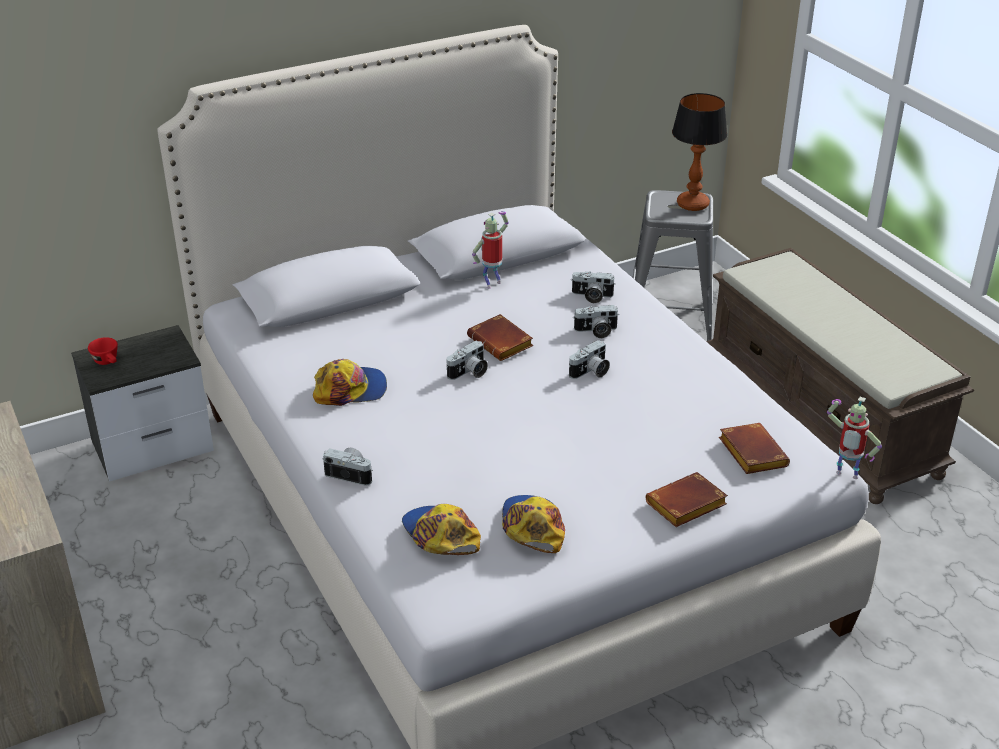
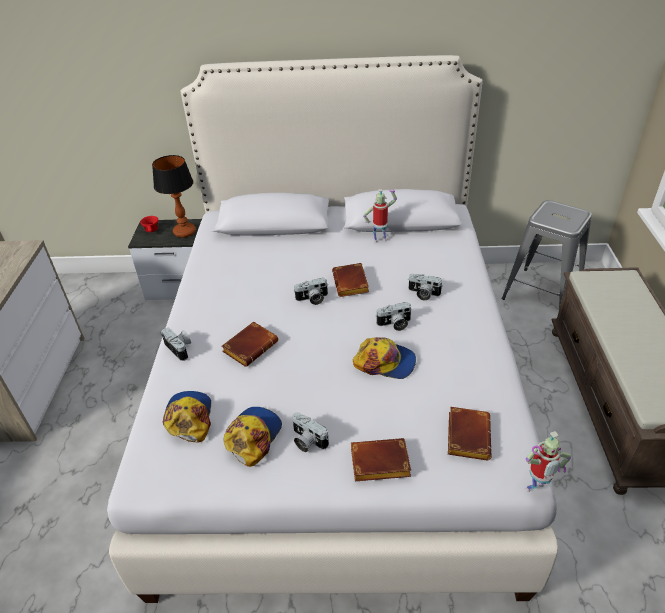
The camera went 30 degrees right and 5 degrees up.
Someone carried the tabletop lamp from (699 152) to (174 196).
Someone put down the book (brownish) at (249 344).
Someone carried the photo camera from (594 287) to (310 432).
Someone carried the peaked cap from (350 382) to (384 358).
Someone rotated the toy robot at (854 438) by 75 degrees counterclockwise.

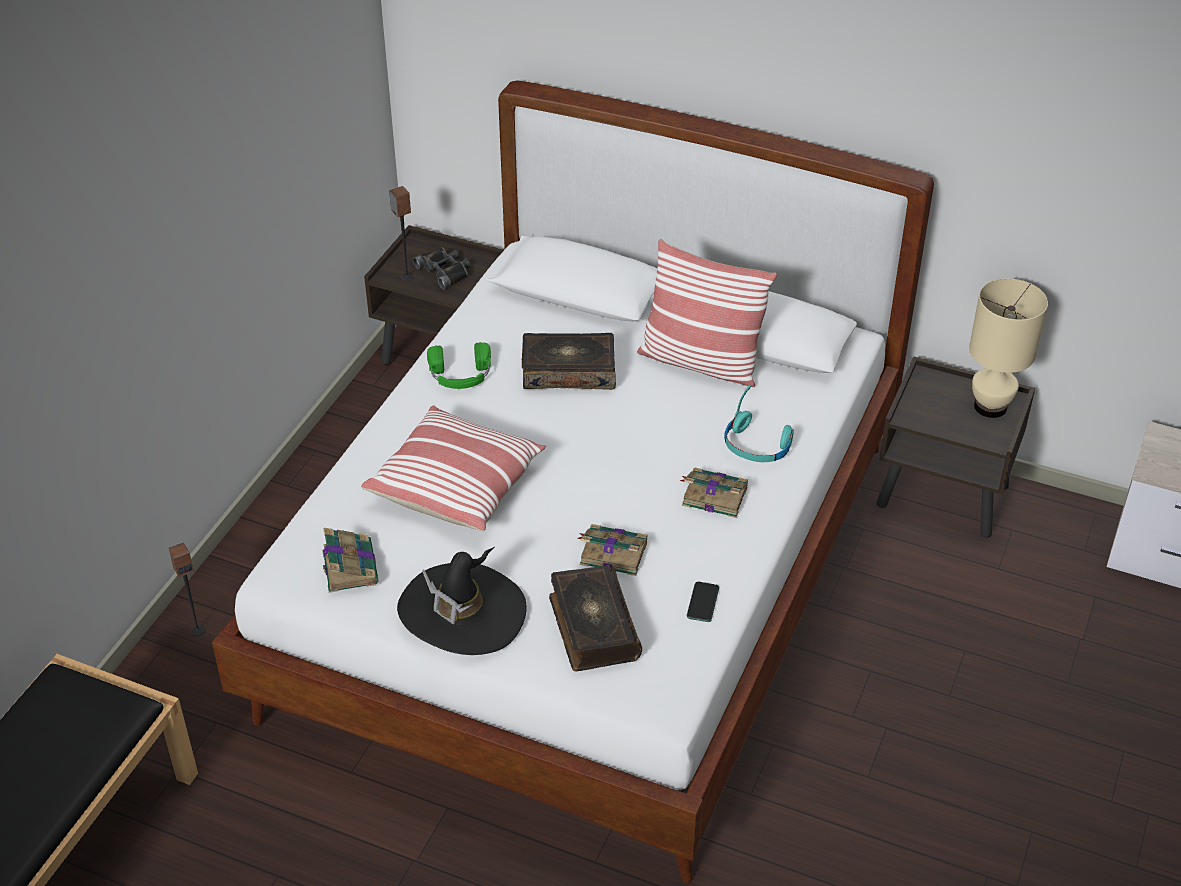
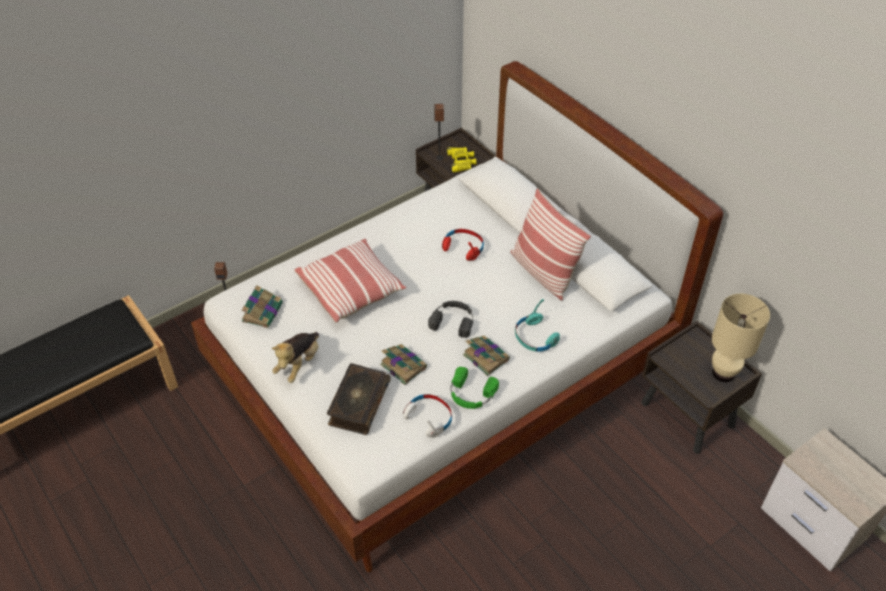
The camera went 30 degrees right and 5 degrees up.
Someone swapped the hat (blackish) at (462 601) for the soft toy at (295 357).
Someone swapped the handset at (703 602) for the headset (whitish) at (427 416).
Someone put down the headset (blackish) at (450 319).
Someone swapped the book at (569 361) for the headset (red-coloured) at (463 245).
Someone repainted the pair of binoculars (blackish) at (441 268), which became the pair of binoculars (yellow-coloured) at (462 160).
Someone carried the headset (green-coloured) from (459 365) to (475 388).

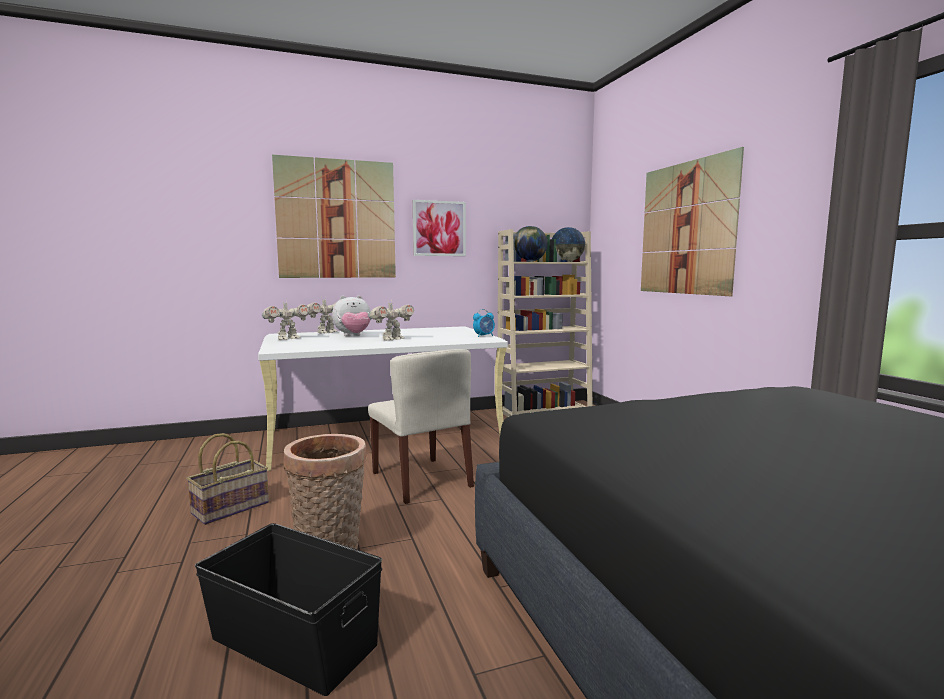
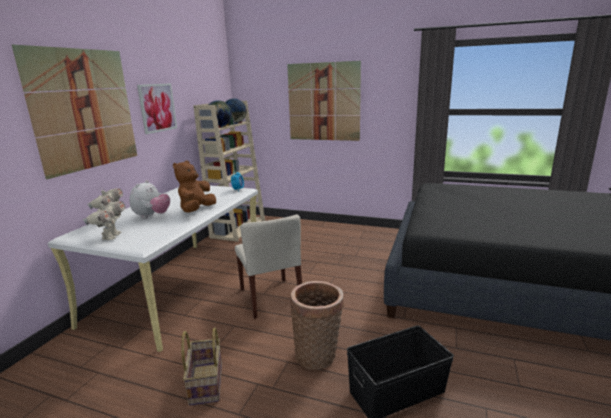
The camera went 50 degrees left and 10 degrees up.
Someone swapped the toy robot at (391 319) for the soft toy (brownish) at (194 187).
Someone rotated the chair (beige) at (421 426) by 60 degrees clockwise.

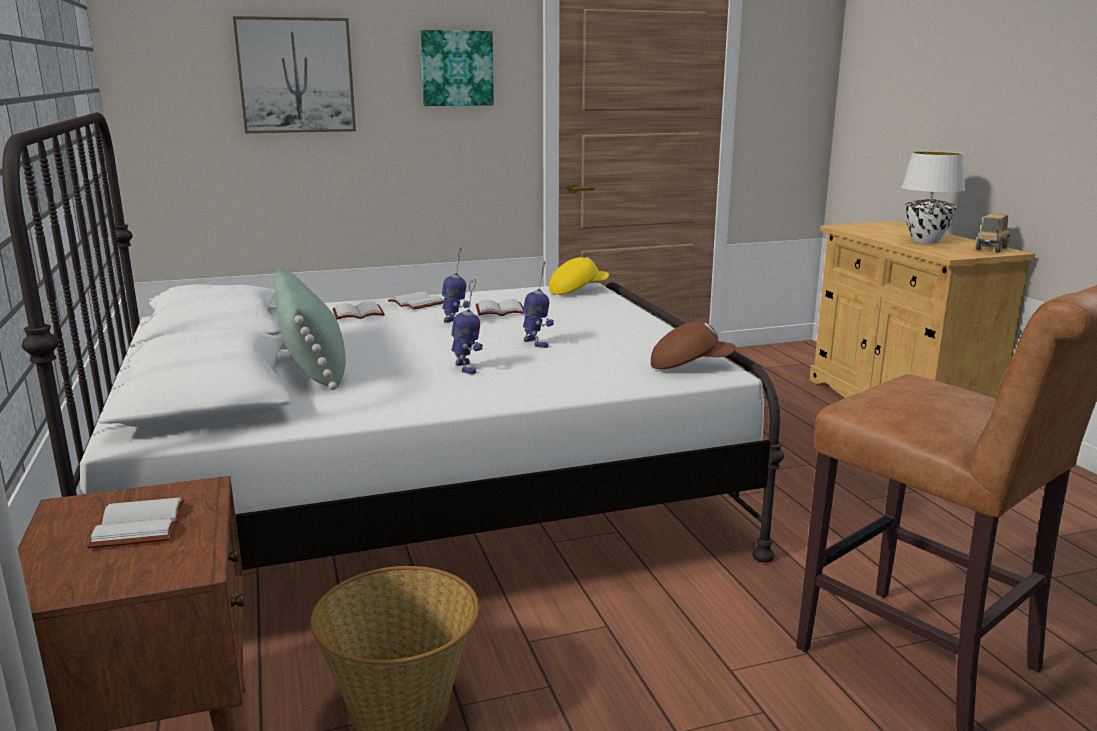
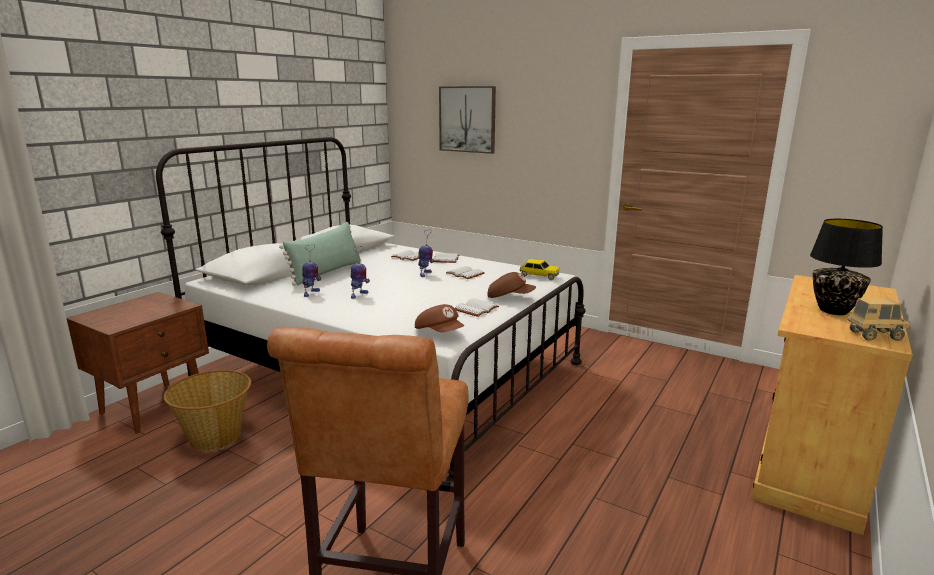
The camera went 50 degrees right and 0 degrees up.
Someone carried the toy robot from (538 304) to (311 270).
Someone carried the book (whitish) from (136 523) to (477 307).
Someone put down the peaked cap (brownish) at (511 285).
Someone swapped the peaked cap (yellow-coloured) at (579 276) for the miniature car at (539 269).
Someone repainted the tabletop lamp (whitish) at (933 197), which became the tabletop lamp (blackish) at (846 267).
Someone took away the picture at (457 68).

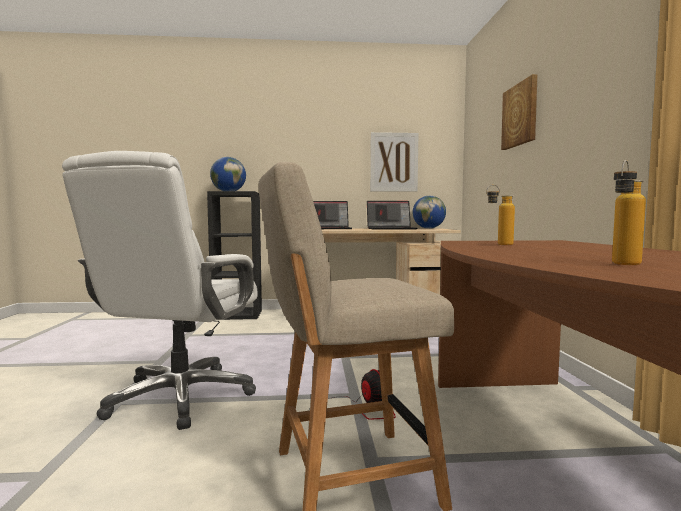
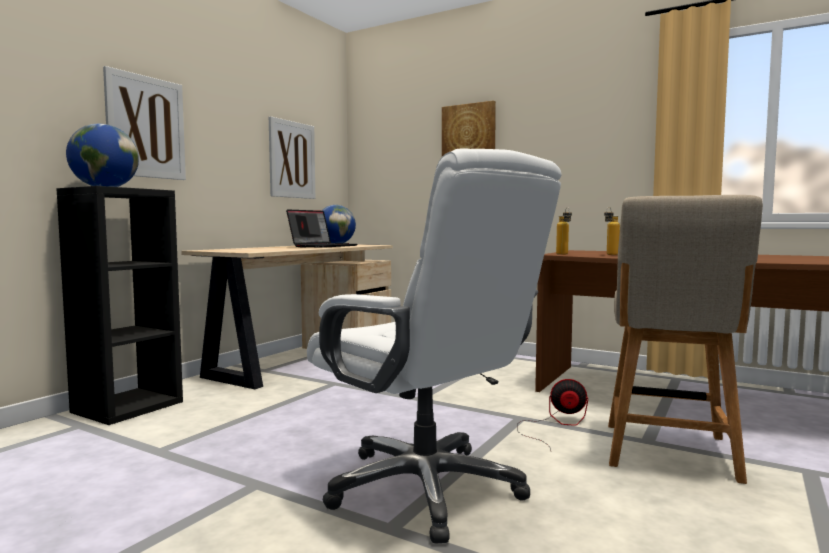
The camera went 55 degrees left and 0 degrees up.
Someone put up the picture at (144 123).
Someone carried the bottle from (629 212) to (564 231).
Someone took away the laptop at (332 215).

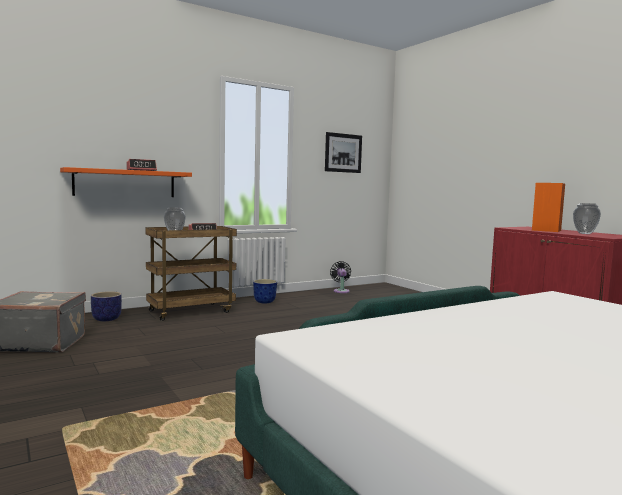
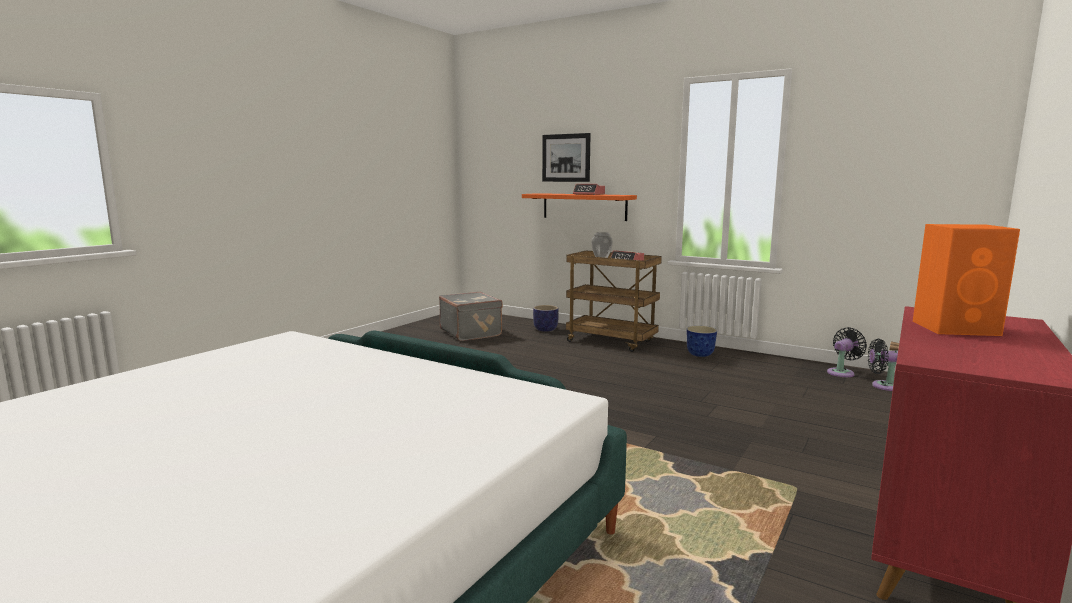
The camera went 65 degrees right and 5 degrees up.
Someone carried the picture from (343 152) to (566 157).
Someone put down the electric fan (blackish) at (883 365).
Someone took away the vase at (587 218).

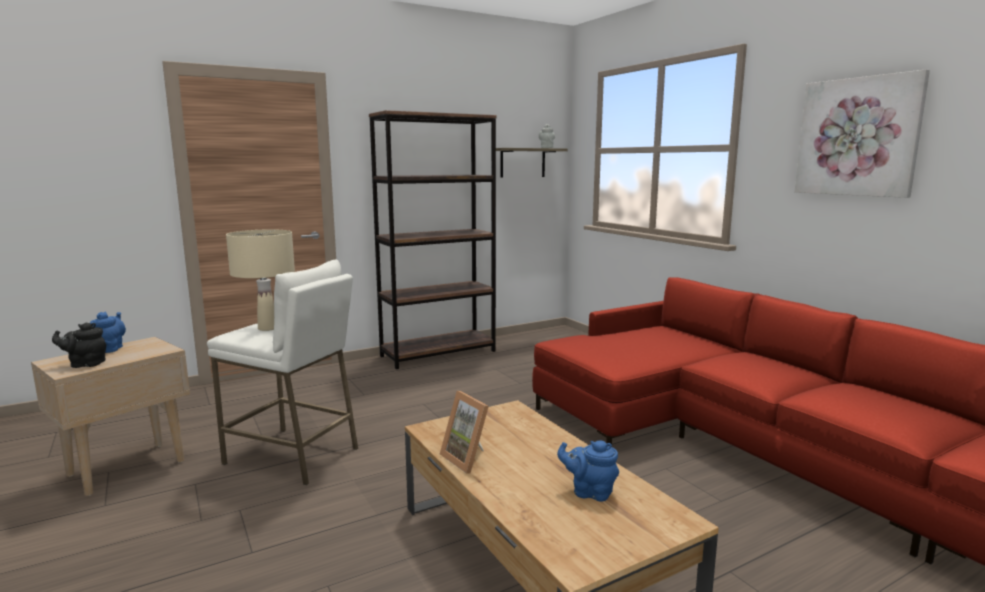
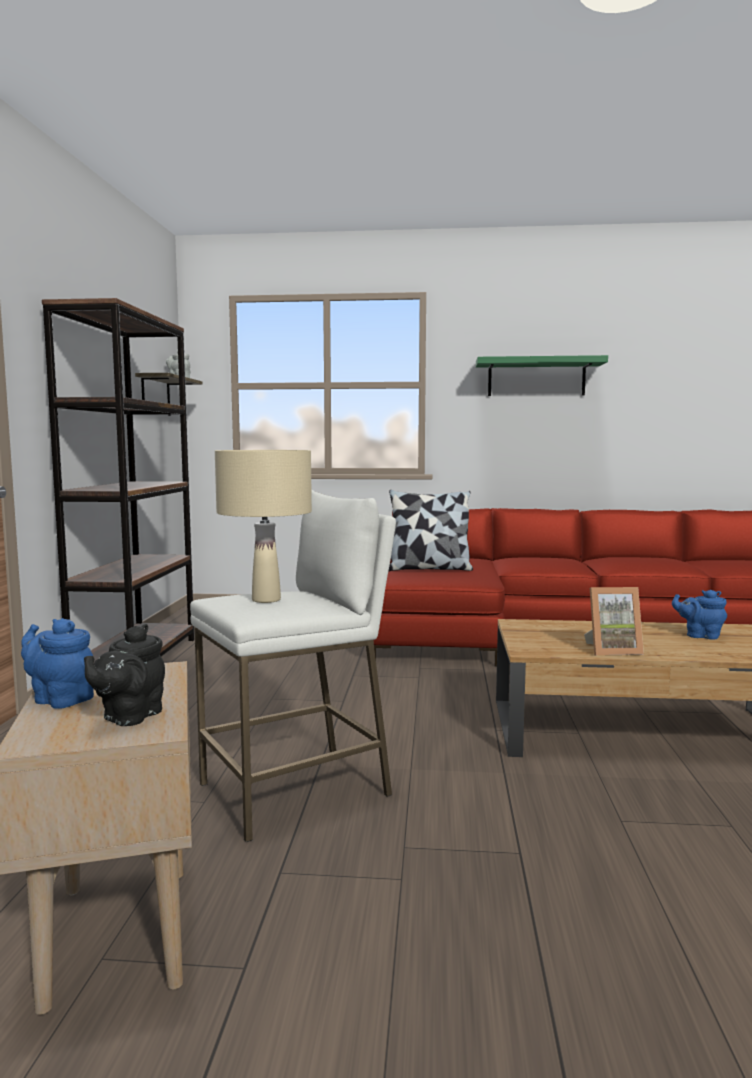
The camera went 55 degrees left and 5 degrees down.
Someone put down the cushion at (431 530).
Someone swapped the picture at (862 133) for the wall shelf (green-coloured) at (542 375).
Someone rotated the teapot (blue-coloured) at (588 471) by 60 degrees clockwise.

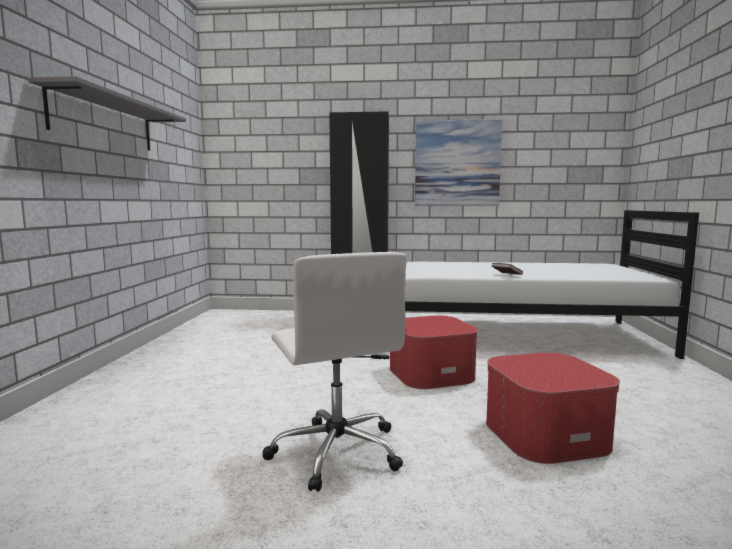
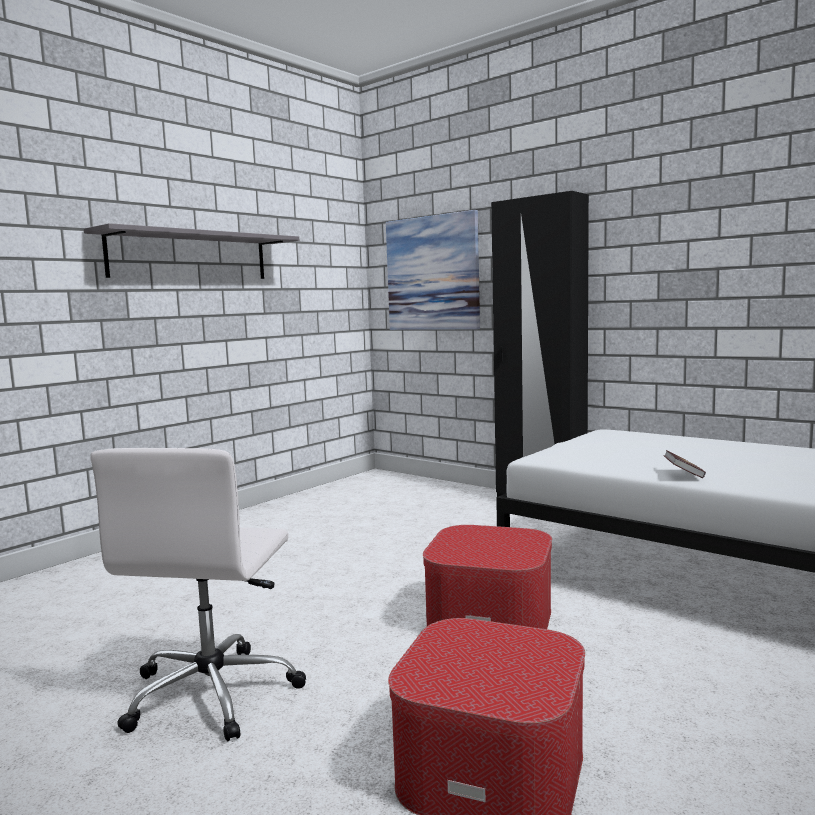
The camera went 35 degrees right and 0 degrees up.
Someone carried the picture from (458 162) to (433 270).

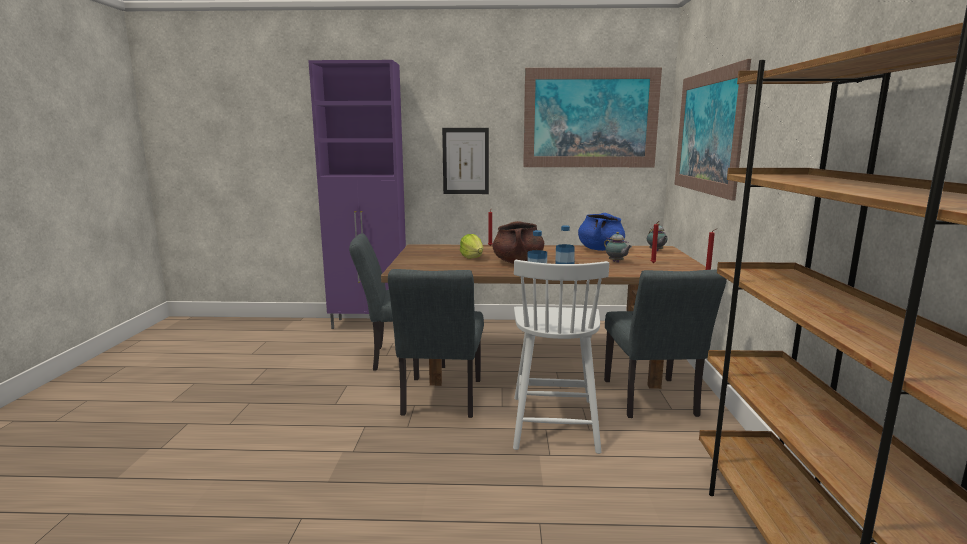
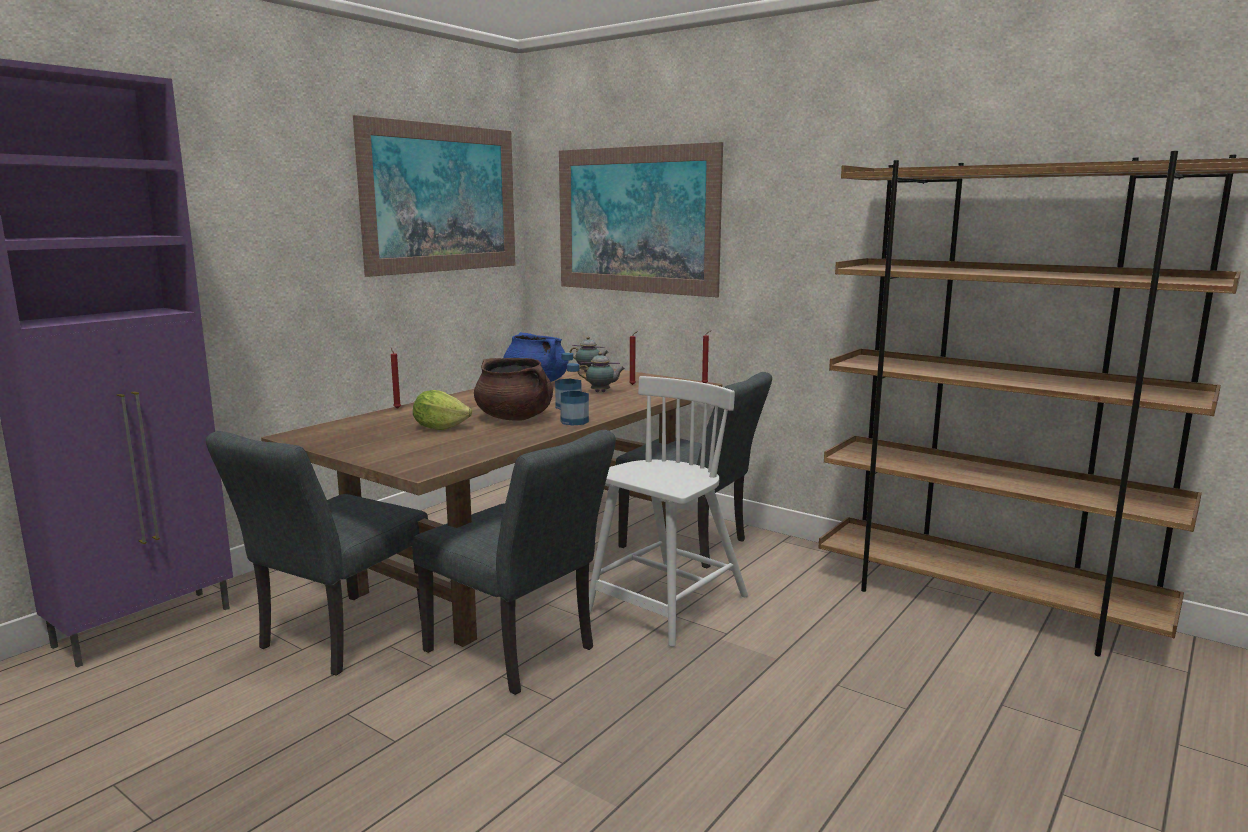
The camera went 55 degrees left and 0 degrees up.
Someone rotated the chair (whitish) at (561 357) by 90 degrees counterclockwise.
Someone took away the picture at (465 161).

